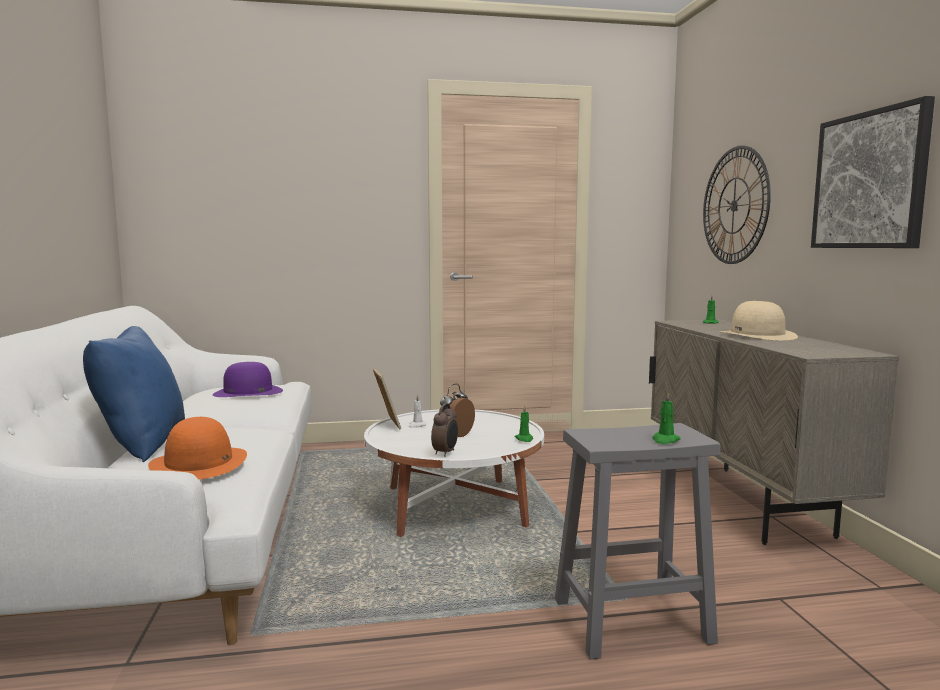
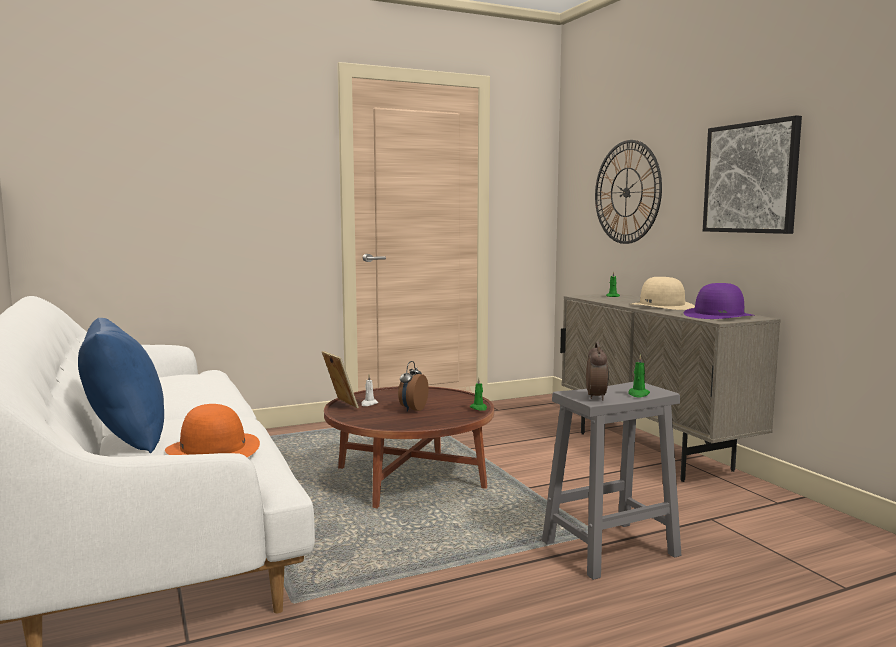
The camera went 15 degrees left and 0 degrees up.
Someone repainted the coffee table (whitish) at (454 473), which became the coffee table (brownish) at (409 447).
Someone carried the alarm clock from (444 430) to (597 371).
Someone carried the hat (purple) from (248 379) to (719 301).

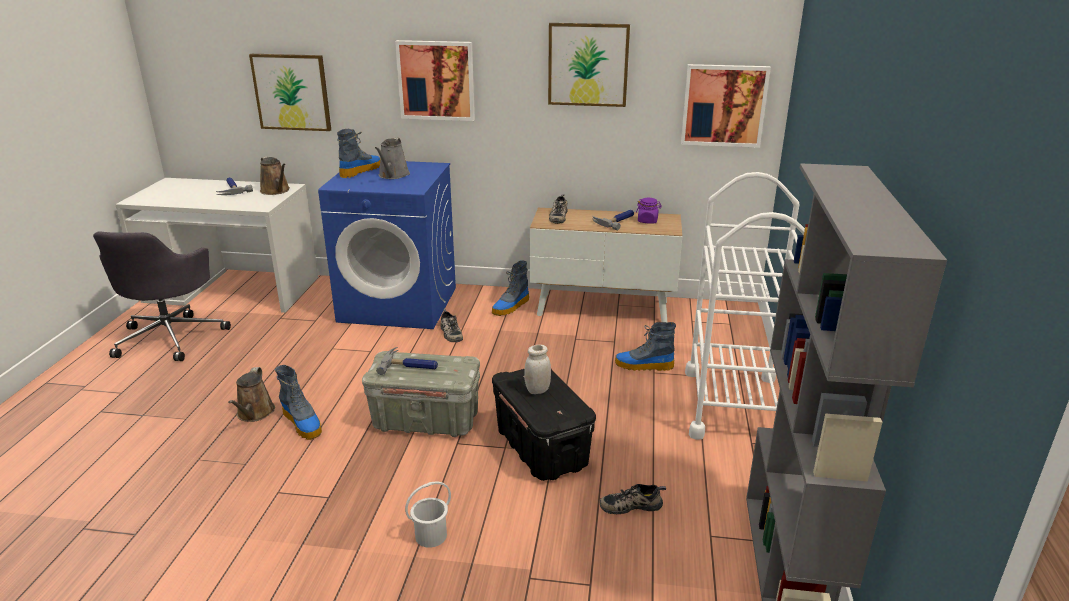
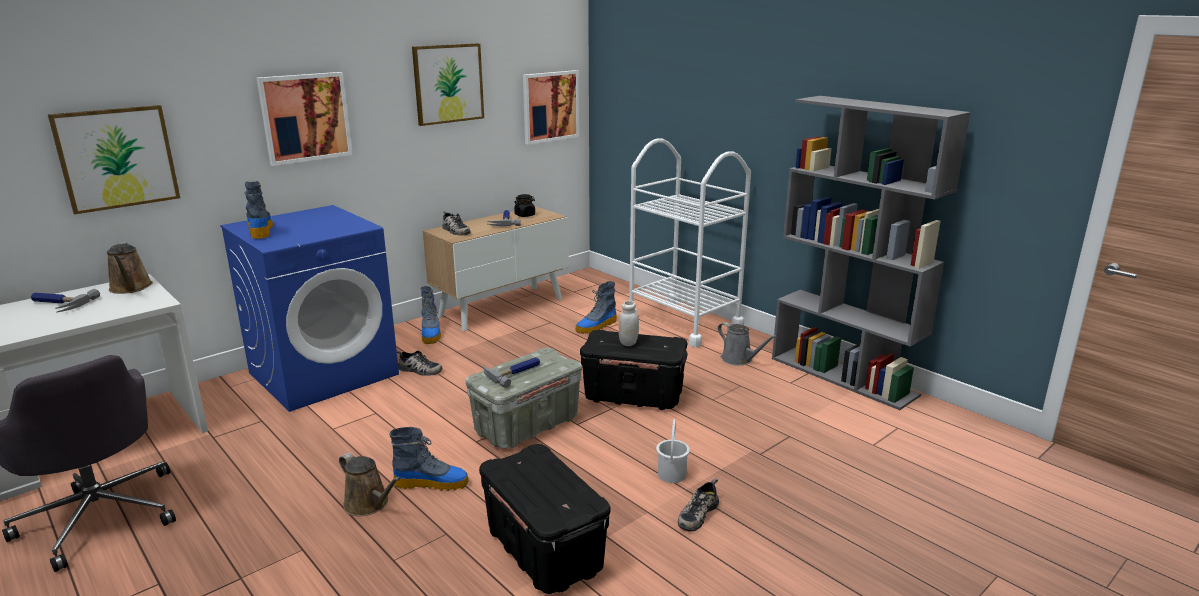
The camera went 50 degrees left and 5 degrees down.
Someone rotated the sprinkling can (brownish) at (275 175) by 60 degrees clockwise.
Someone put down the storage bin (blackish) at (544 519).
Someone repainted the preserve jar (purple) at (649 211), which became the preserve jar (blackish) at (524 205).
Someone carried the item of footwear from (633 499) to (698 505).
Someone carried the sprinkling can (gray) from (392 158) to (747 344).

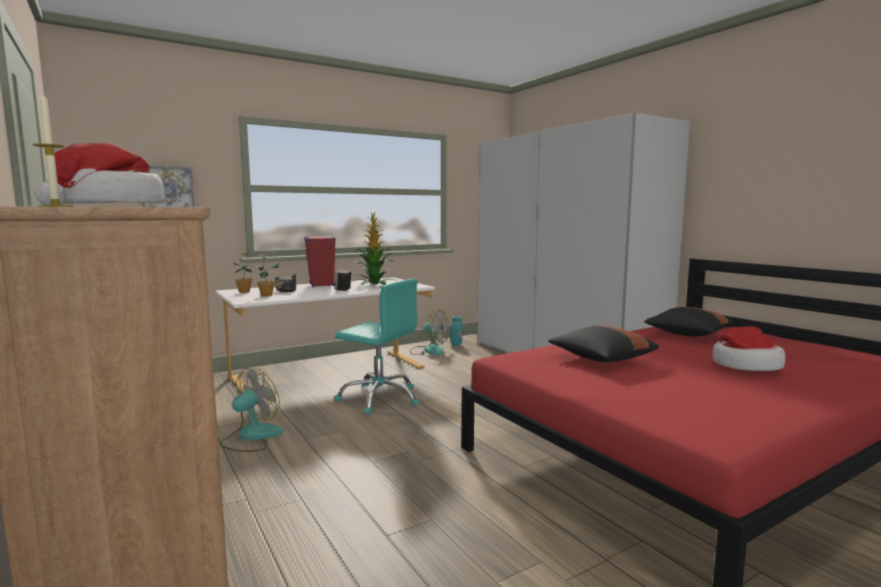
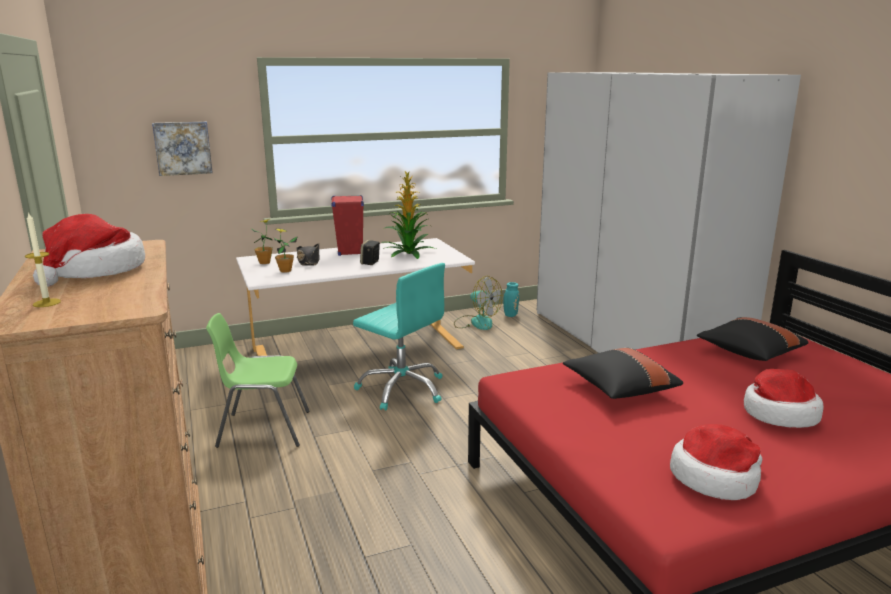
The camera went 10 degrees right and 10 degrees up.
Someone swapped the electric fan at (251 410) for the chair (green-coloured) at (258 380).
Someone put down the hat at (716 462).

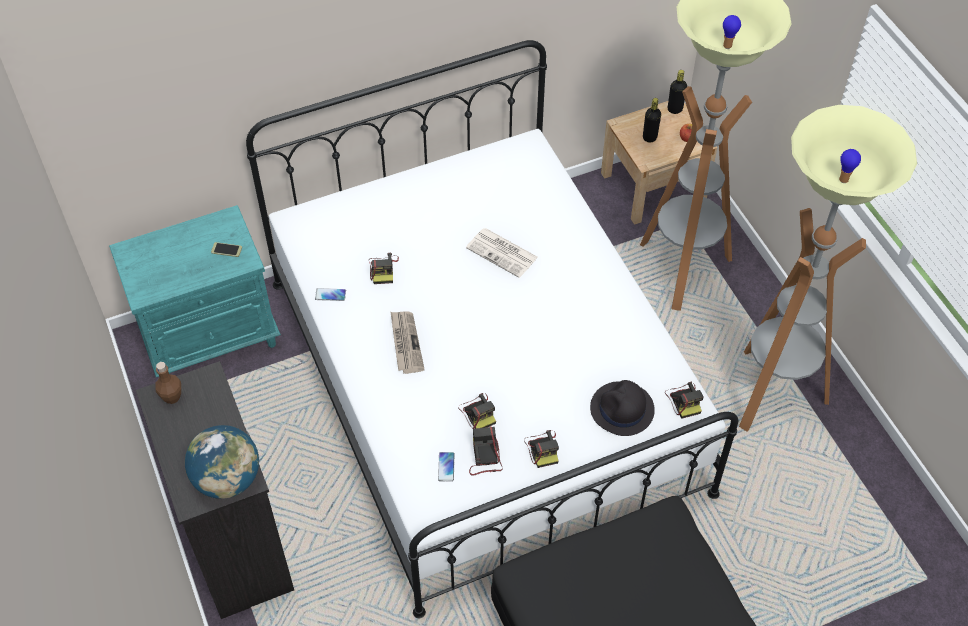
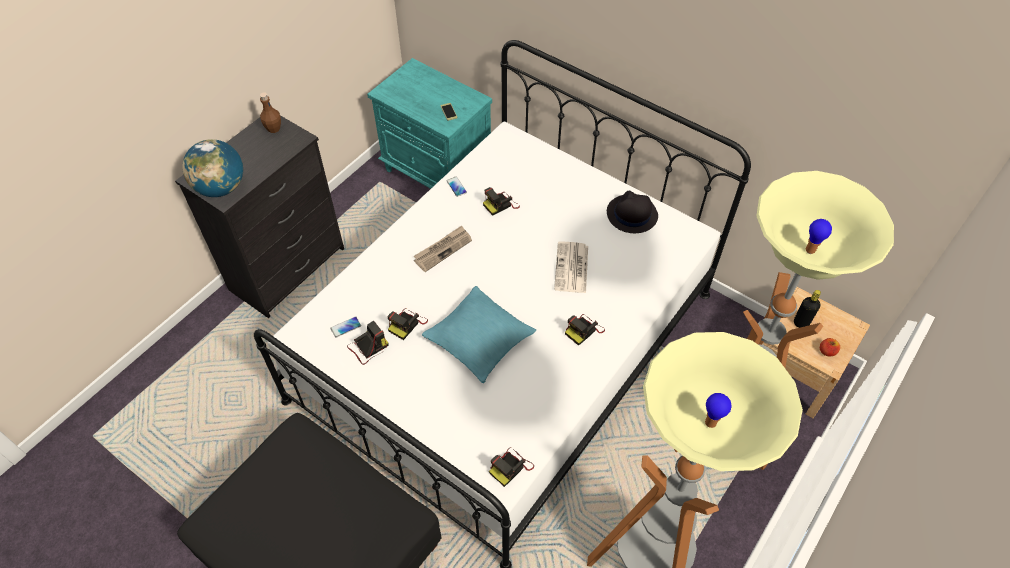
The camera went 60 degrees right and 0 degrees up.
Someone put down the cushion (turquoise) at (479 334).
Someone carried the photo camera from (541 449) to (585 330).
Someone carried the hat (blackish) from (622 408) to (632 212).
Someone took away the bottle (blackish) at (677 92).

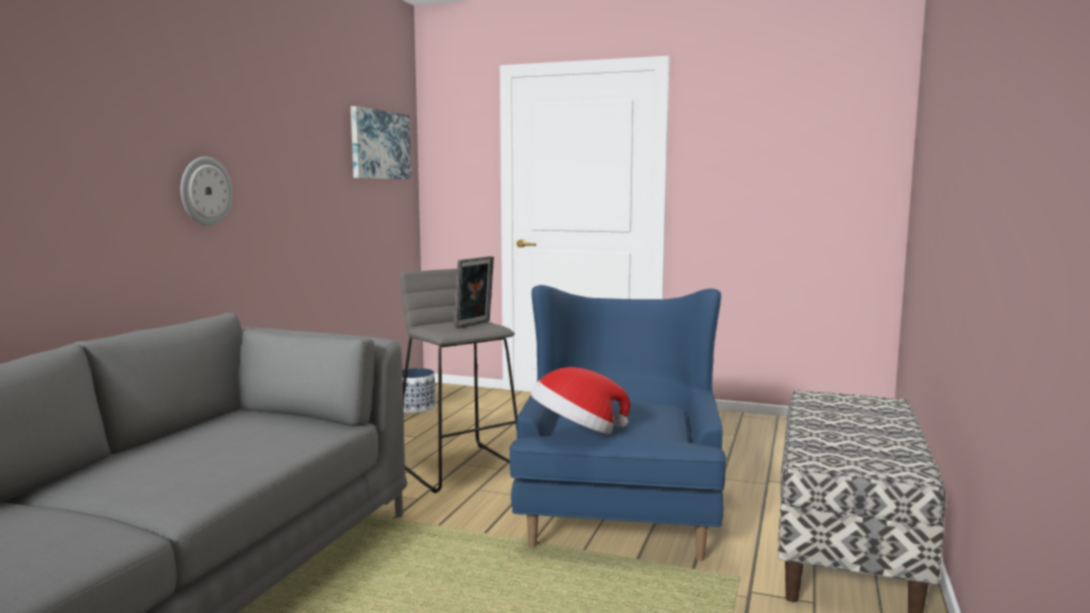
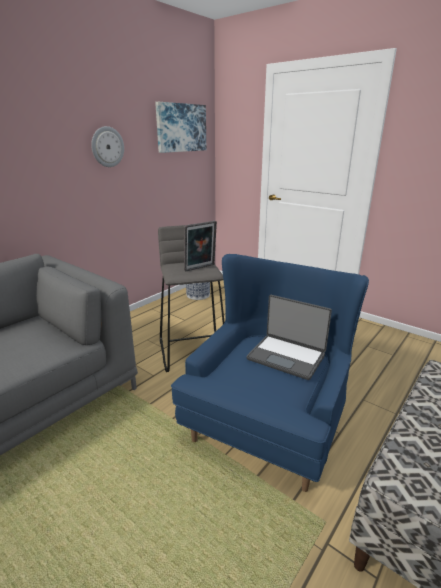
The camera went 20 degrees right and 15 degrees up.
Someone carried the clock on the wall from (207 191) to (107 146).
Someone put down the laptop at (289 337).
Someone took away the hat at (580 400).

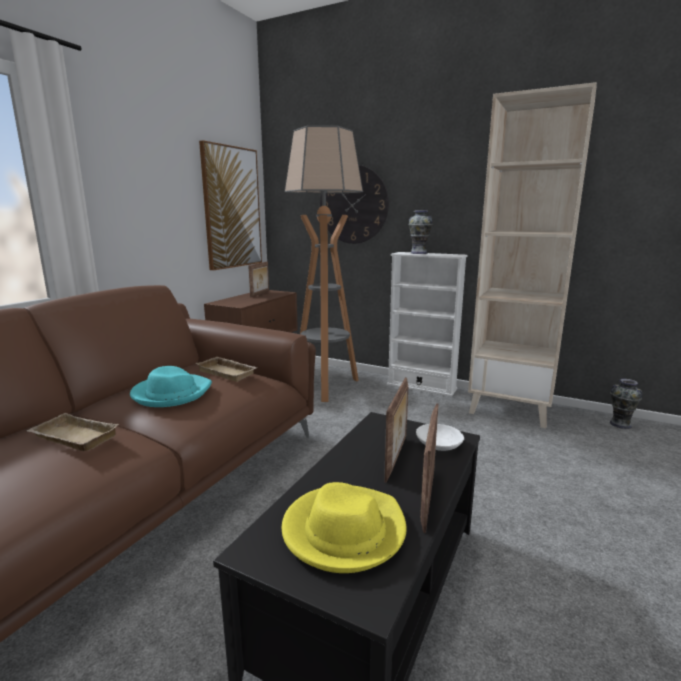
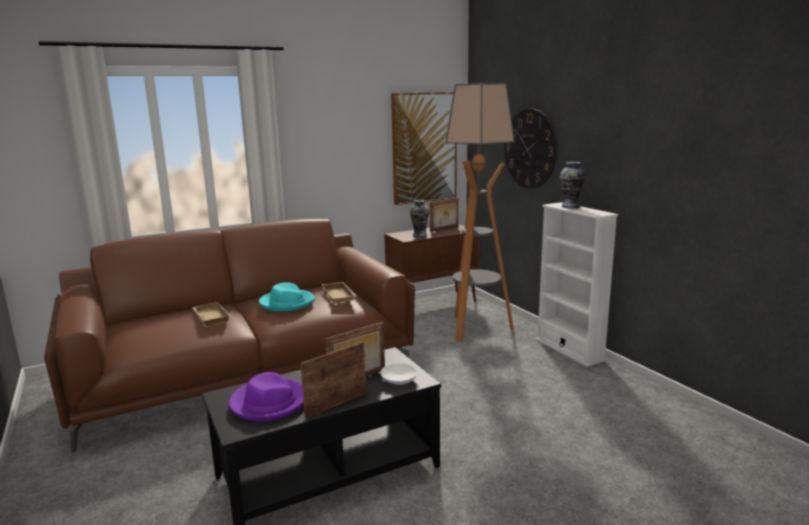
The camera went 35 degrees right and 0 degrees up.
Someone repainted the hat (yellow-coloured) at (344 527), which became the hat (purple) at (266 396).
Someone carried the vase from (626 404) to (420 219).
Someone took away the shelving unit (beige) at (532 255).

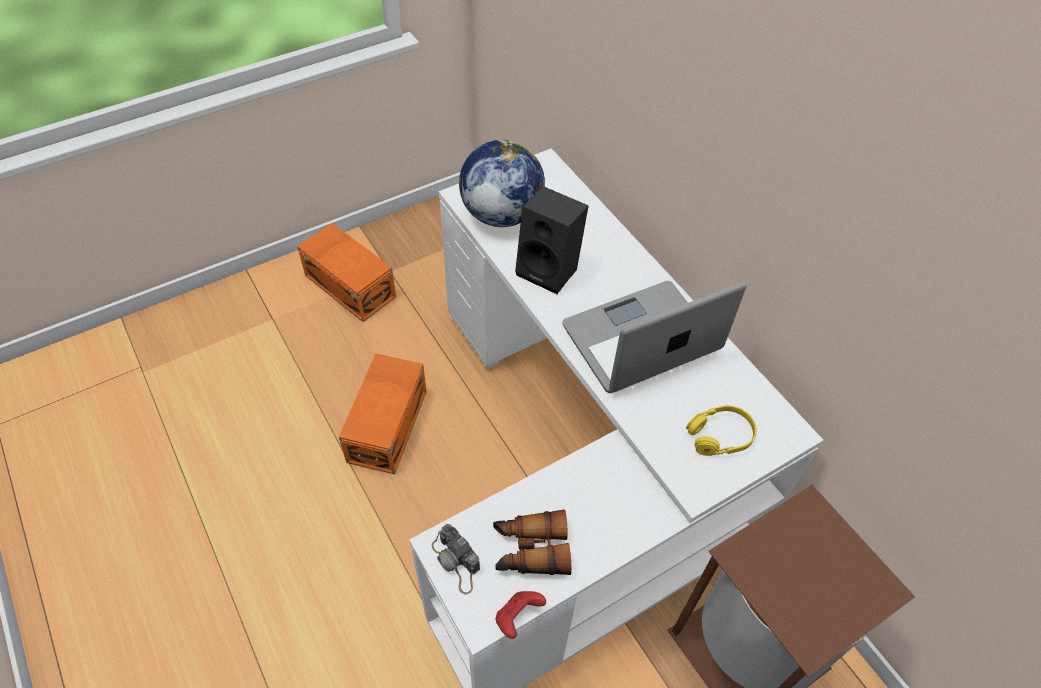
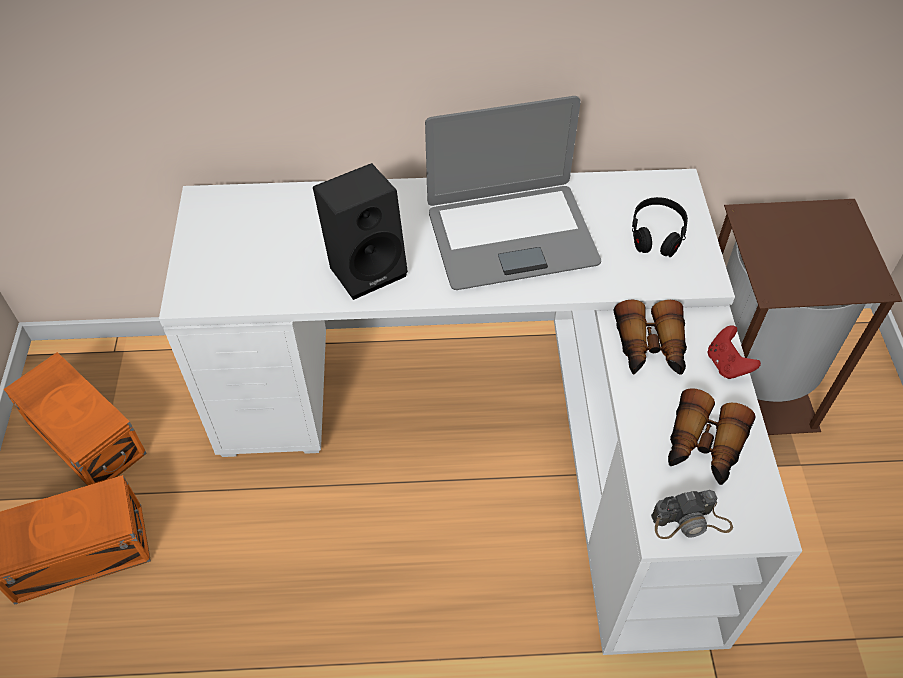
The camera went 60 degrees left and 0 degrees up.
Someone carried the storage bin (orangey) from (383 414) to (75 418).
Someone rotated the laptop at (654 337) by 105 degrees counterclockwise.
Someone put down the pair of binoculars at (650 337).
Someone repainted the headset (yellow-coloured) at (721 430), which became the headset (blackish) at (660 227).
Someone carried the game controller (red-coloured) from (521 615) to (734 352).
Someone took away the world globe at (502 183).

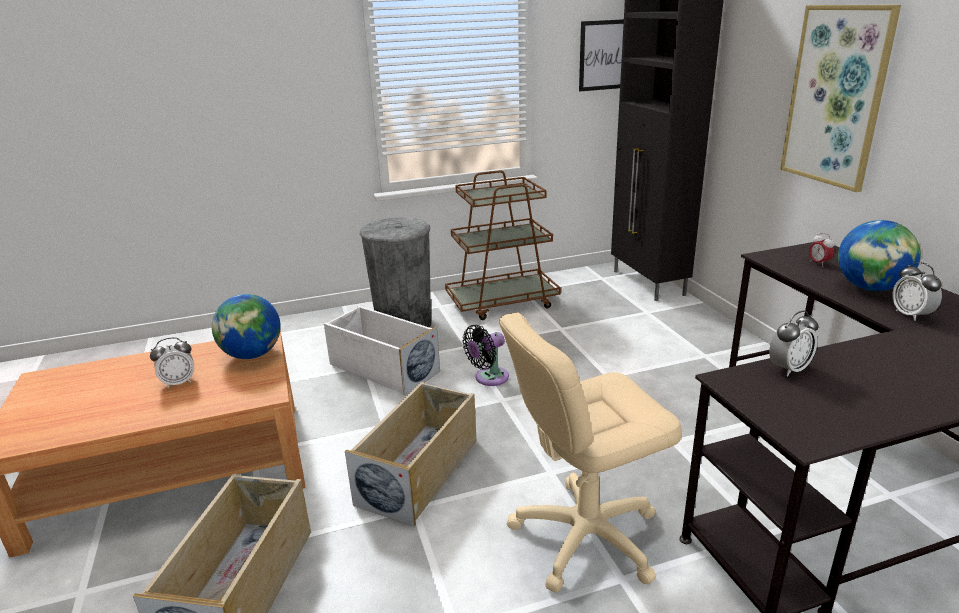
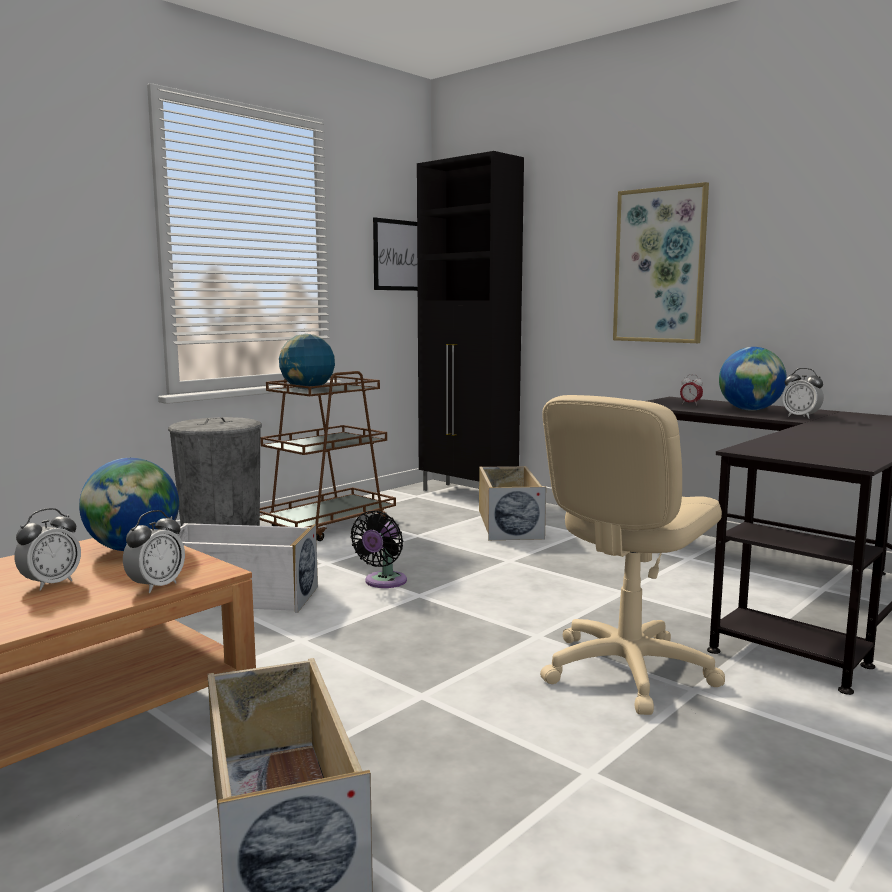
The camera went 30 degrees left and 15 degrees down.
Someone carried the alarm clock from (794 343) to (154 551).
Someone put down the world globe at (307 362).
Someone carried the storage bin (beige) from (410 454) to (512 503).

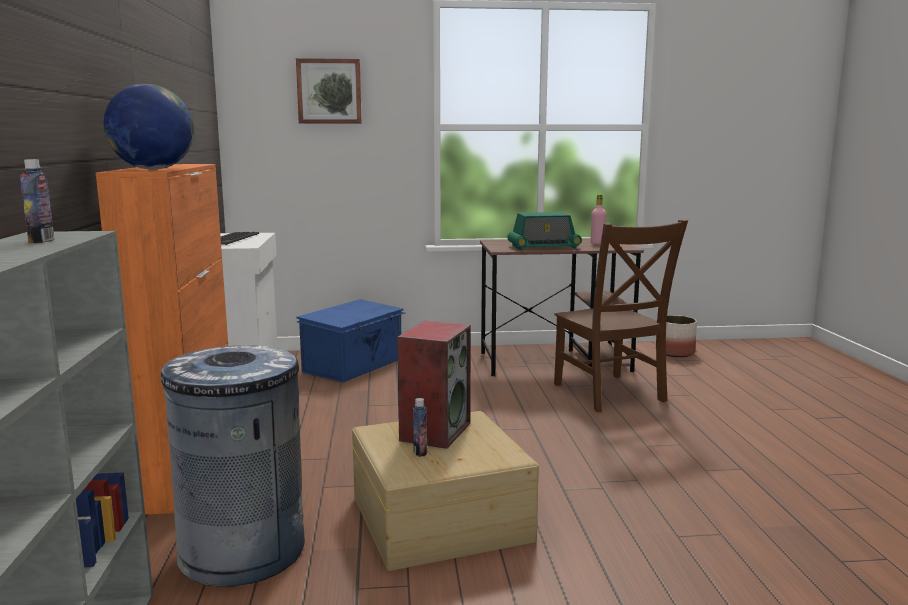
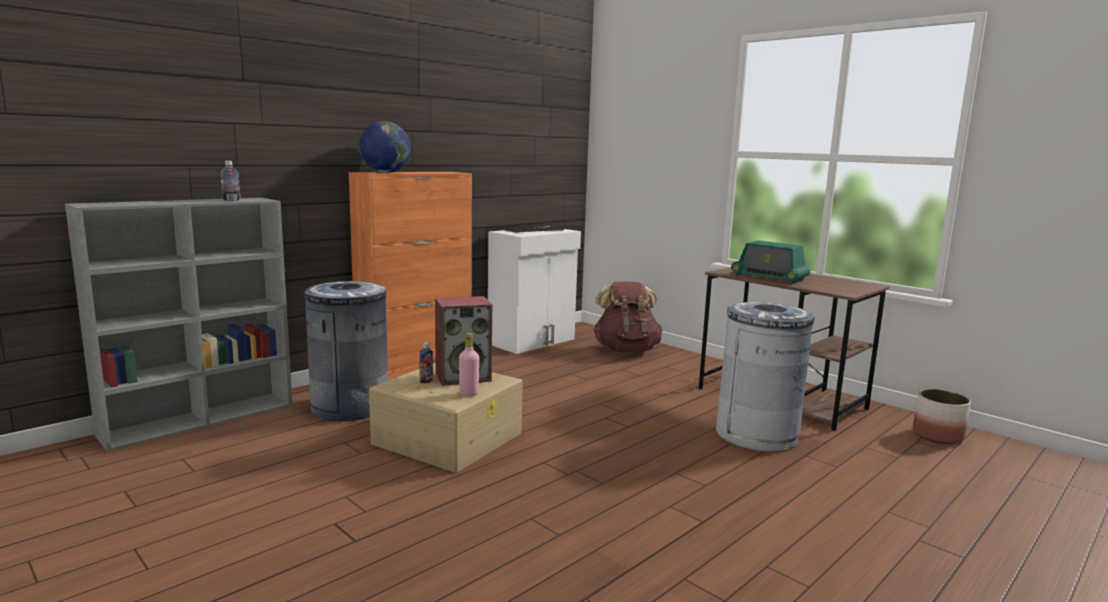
The camera went 50 degrees right and 0 degrees up.
Someone carried the bottle (pinkish) from (598 219) to (469 365).
Someone swapped the storage bin (blue-coloured) at (351 341) for the rucksack (brownish) at (628 317).
Someone swapped the chair (brownish) at (621 316) for the rubbish bin (gray) at (765 377).
Someone took away the picture at (329 91).

